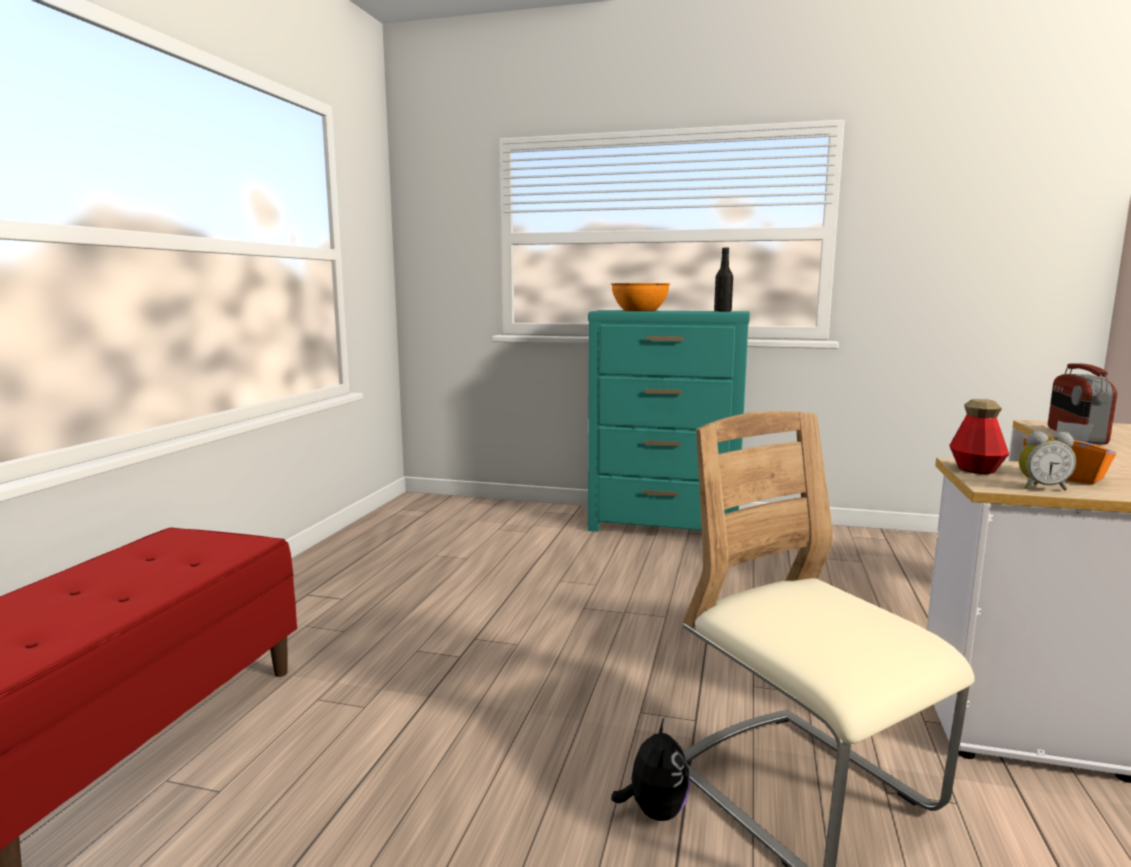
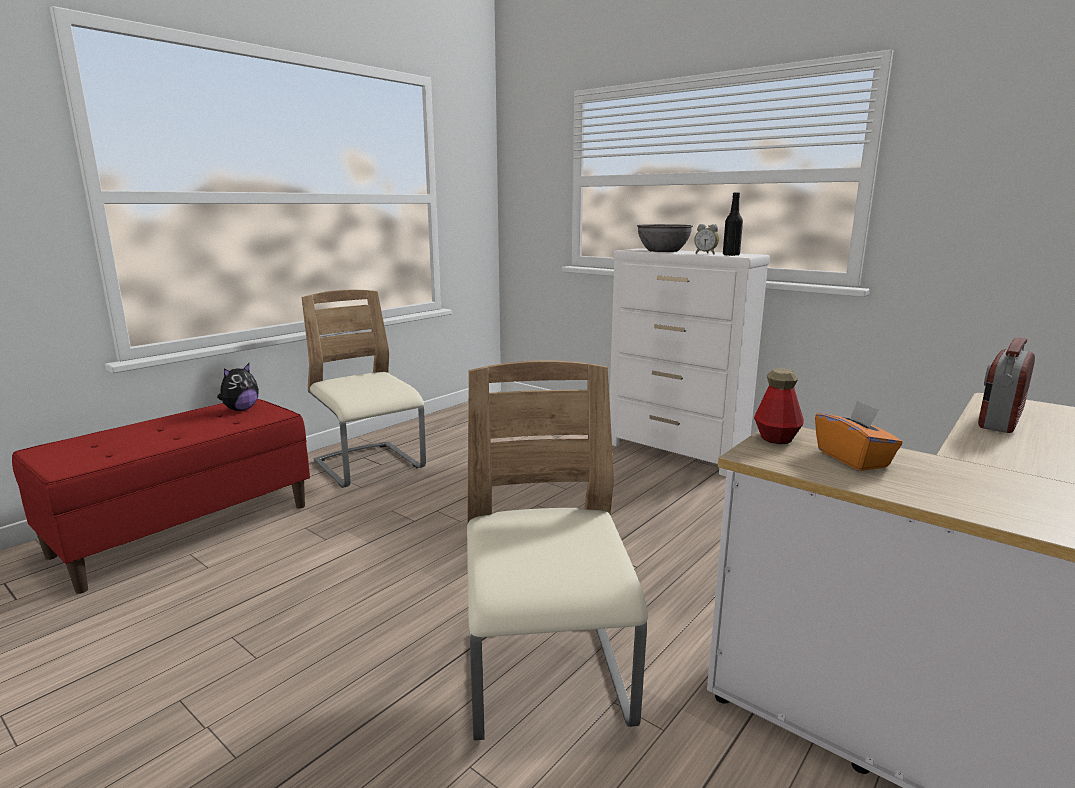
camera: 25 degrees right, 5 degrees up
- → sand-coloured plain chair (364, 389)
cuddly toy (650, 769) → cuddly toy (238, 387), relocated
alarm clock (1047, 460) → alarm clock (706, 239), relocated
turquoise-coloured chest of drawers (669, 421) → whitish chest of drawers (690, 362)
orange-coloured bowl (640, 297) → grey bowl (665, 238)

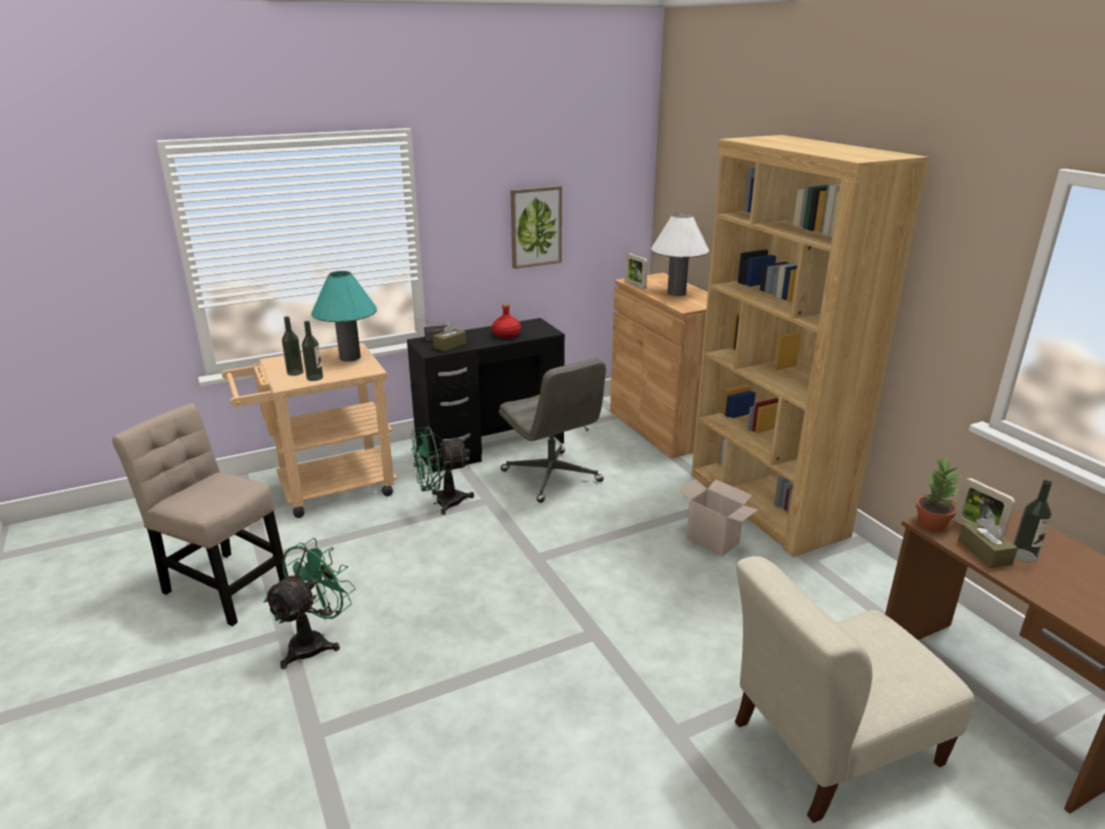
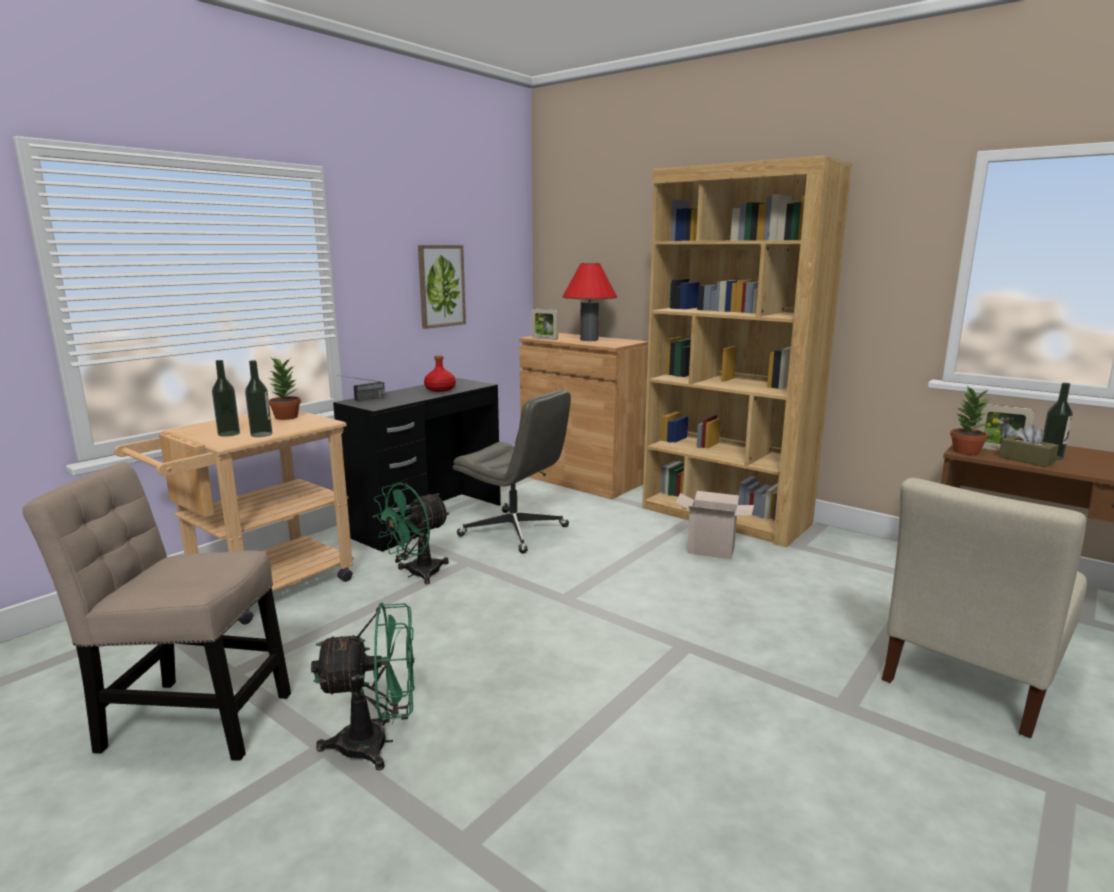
camera: 25 degrees left, 10 degrees down
brownish tissue holder (449, 336) → -
turquoise-coloured tabletop lamp (344, 316) → potted plant (285, 389)
whitish tabletop lamp (680, 254) → reddish tabletop lamp (589, 302)
green cooling fan (309, 603) → green cooling fan (363, 687), 75 degrees clockwise

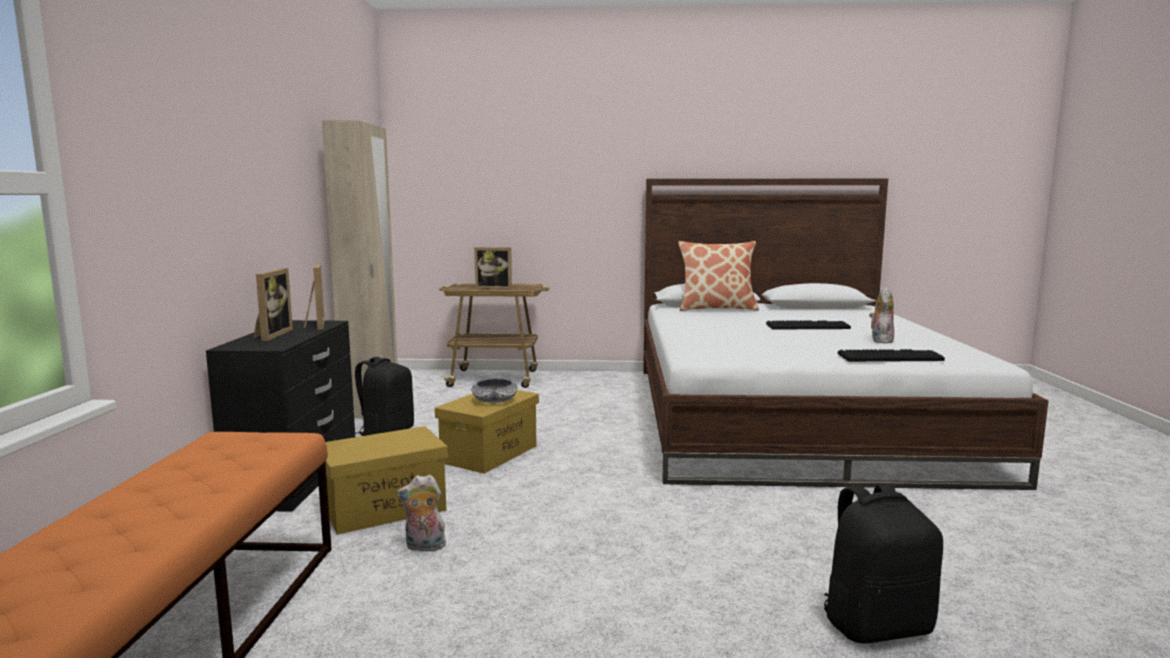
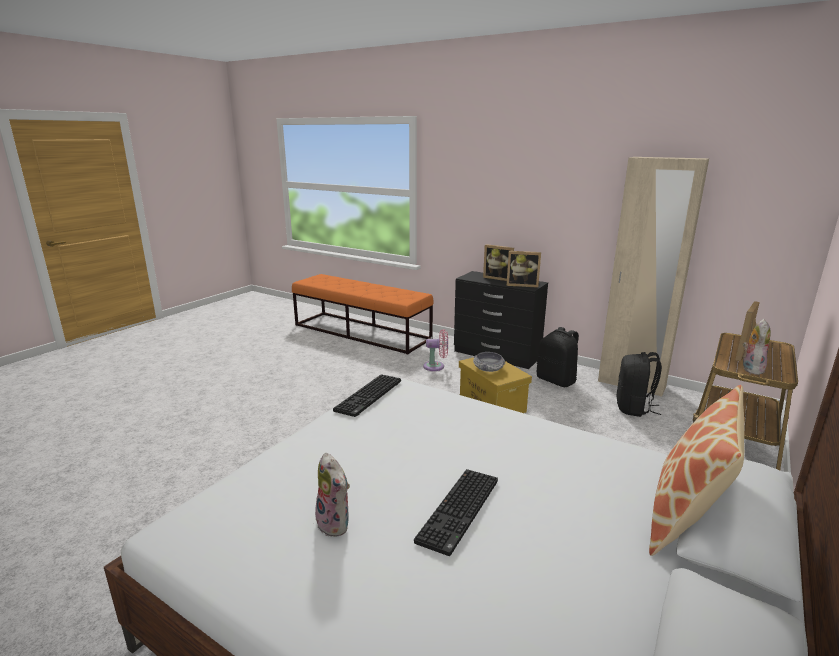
camera: 120 degrees right, 10 degrees up
cuddly toy (421, 513) → cuddly toy (756, 347), relocated
black rucksack (883, 563) → black rucksack (639, 384), relocated
computer keyboard (891, 355) → computer keyboard (367, 395), relocated
yellowish storage box (386, 480) → pink-coloured cooling fan (435, 350)

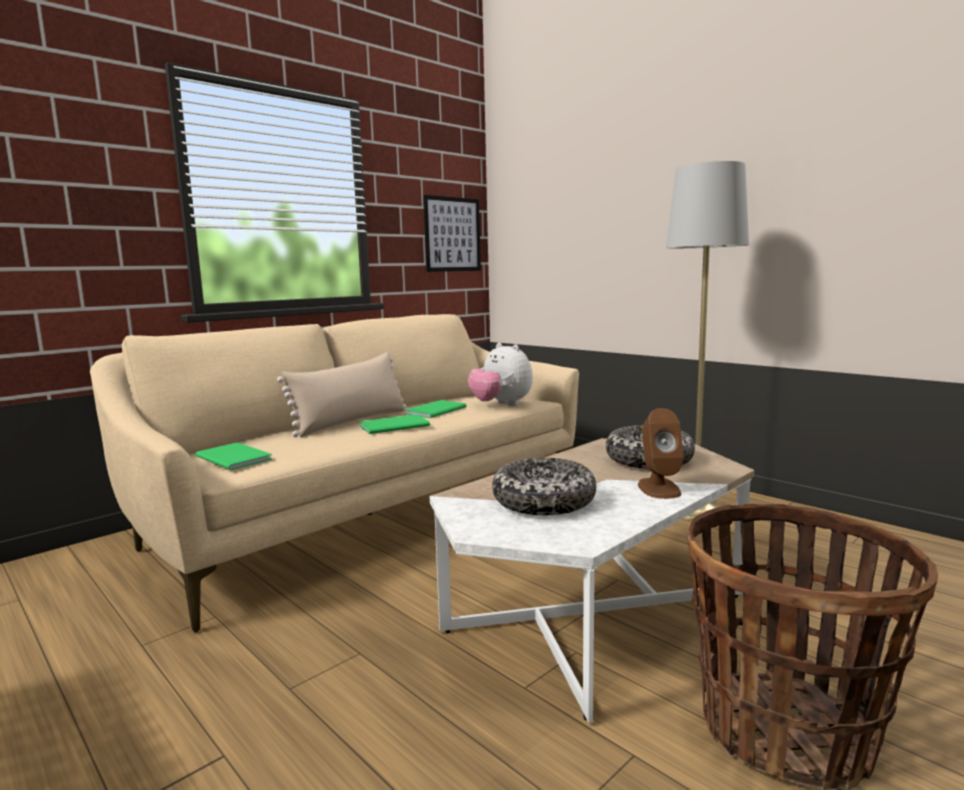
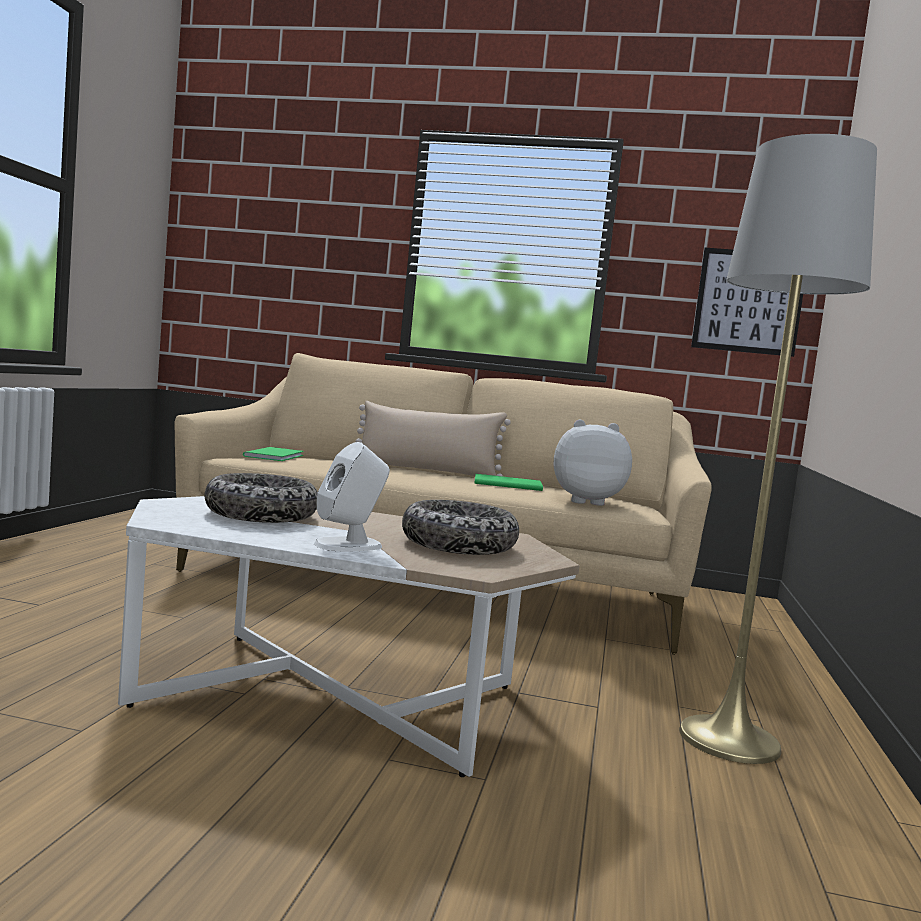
camera: 55 degrees right, 5 degrees down
green volume (395, 424) → -
basket (813, 647) → -
brownish audio speaker (661, 453) → whitish audio speaker (352, 496)
cuddly toy (500, 374) → cuddly toy (593, 462), 75 degrees clockwise

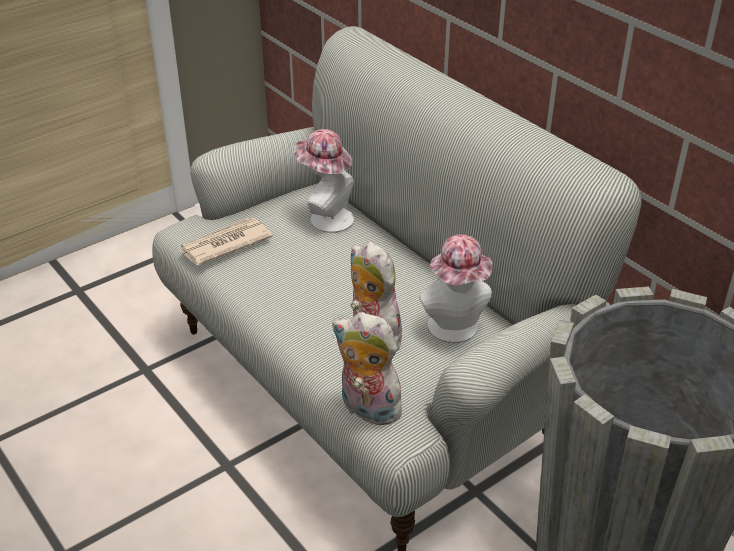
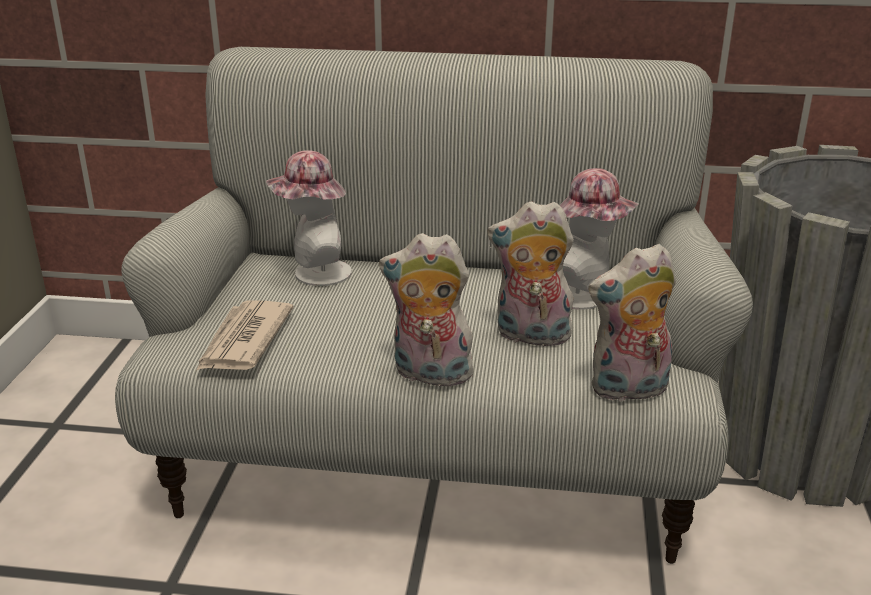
camera: 45 degrees left, 10 degrees down
- → cuddly toy (429, 309)

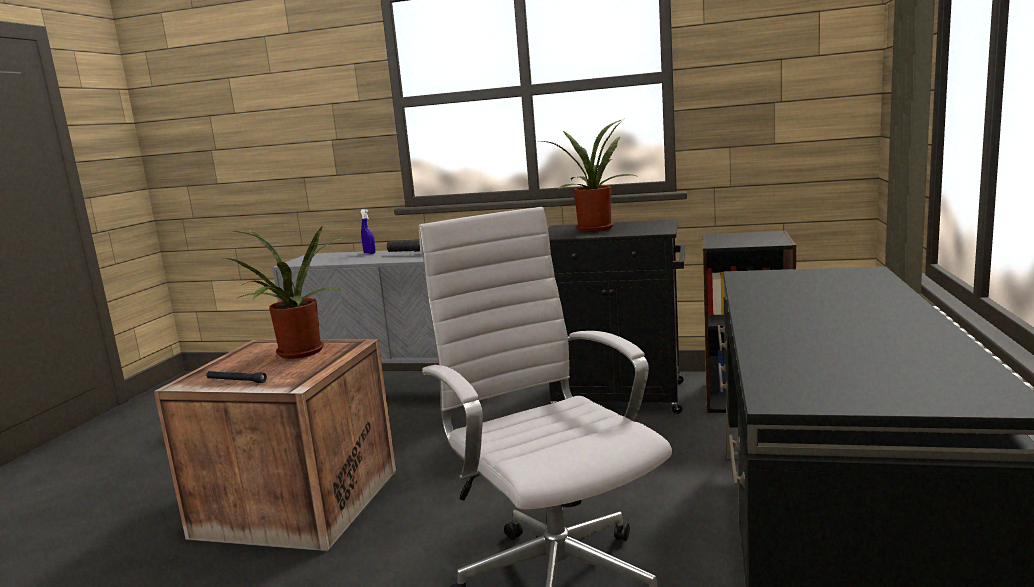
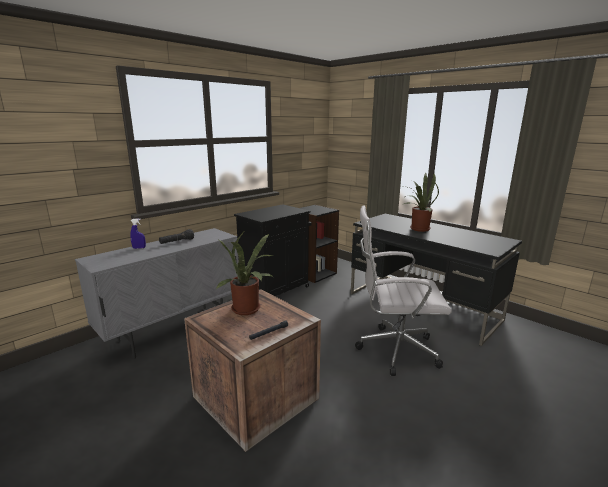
camera: 60 degrees left, 5 degrees up
potted plant (589, 176) → potted plant (421, 202), relocated

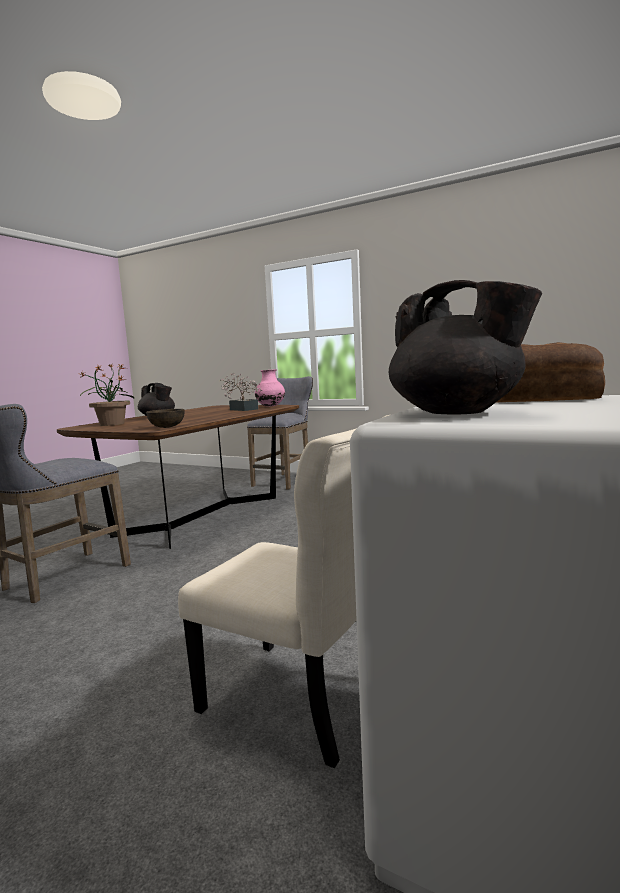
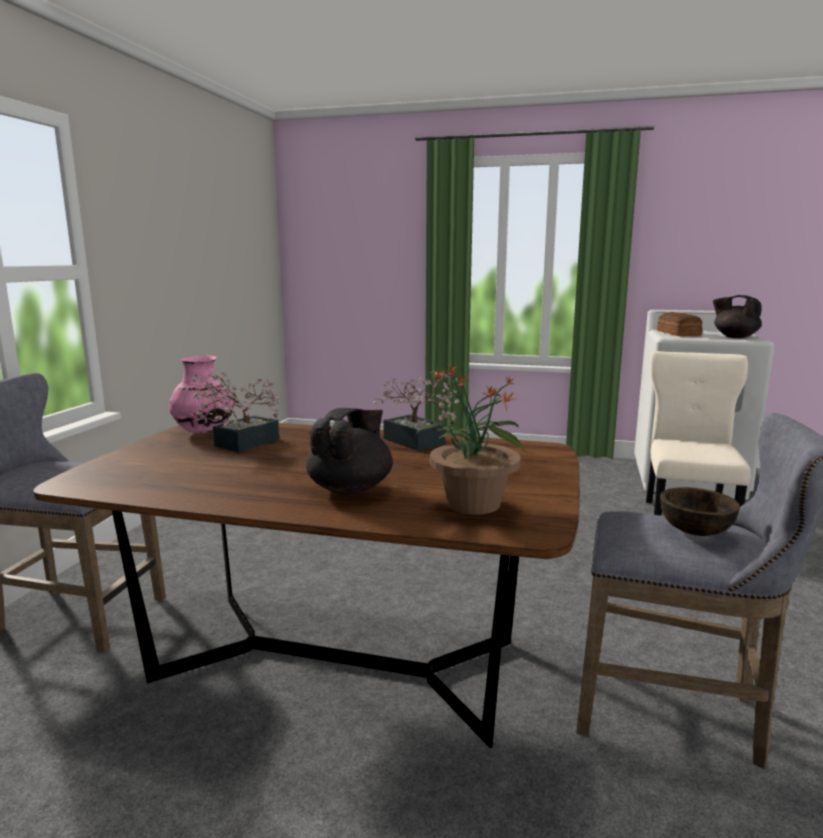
camera: 105 degrees left, 5 degrees up
- → potted plant (416, 411)
brownish bowl (165, 418) → brownish bowl (700, 511), relocated
black tea pot (465, 347) → black tea pot (737, 316), 75 degrees counterclockwise

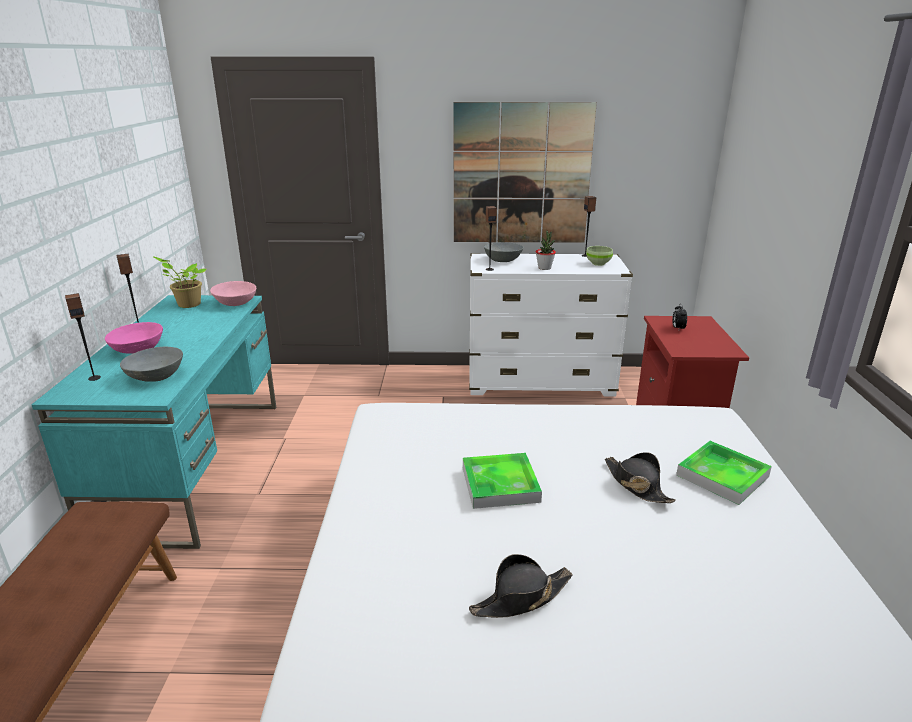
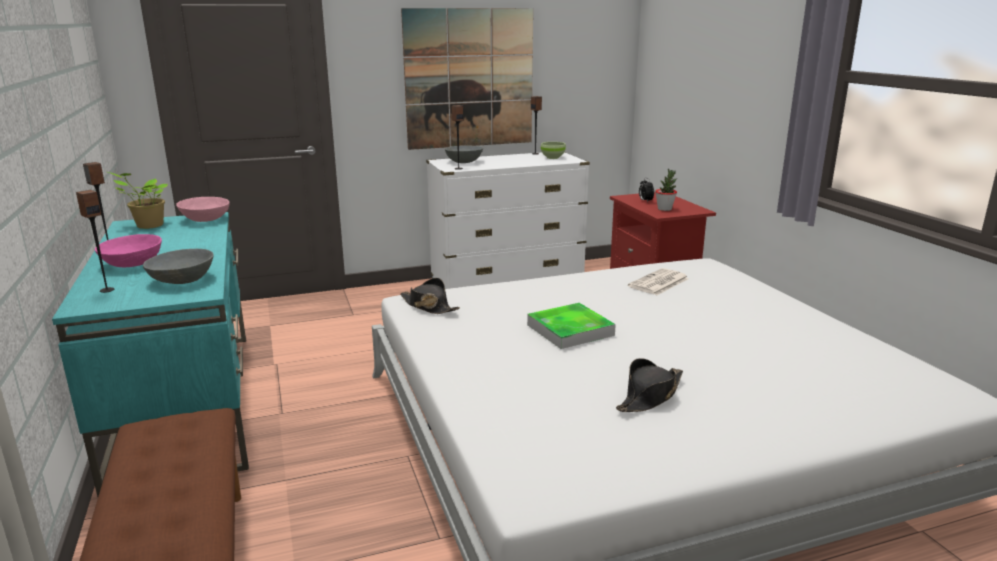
camera: 20 degrees left, 5 degrees down
serving tray (724, 473) → -
- → daily paper (658, 281)
potted plant (546, 250) → potted plant (666, 190), relocated
black wearable hat (640, 477) → black wearable hat (430, 296), relocated

